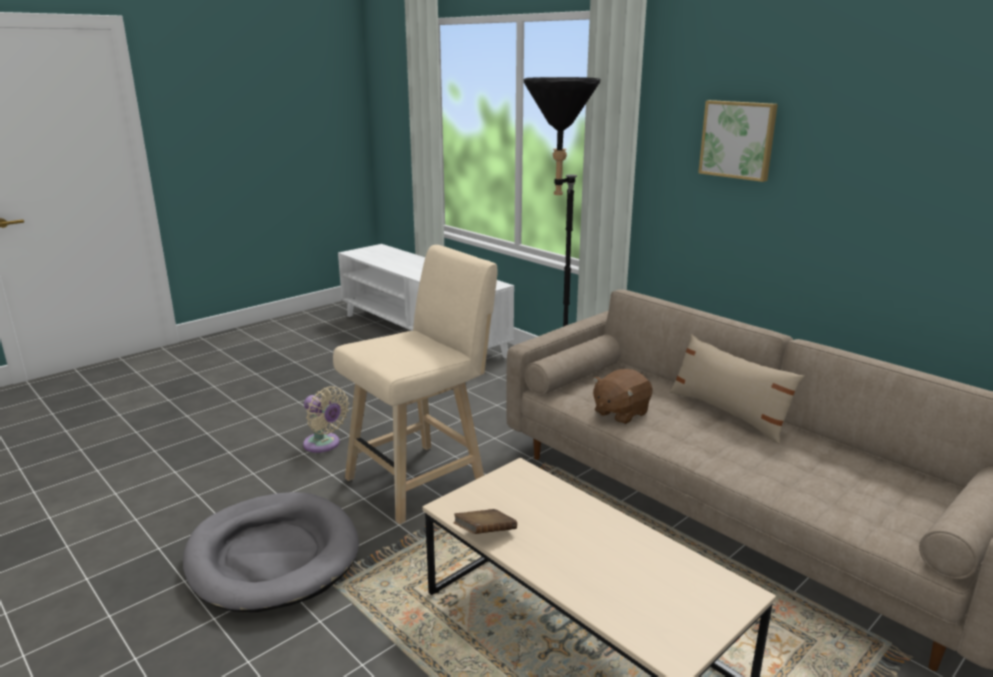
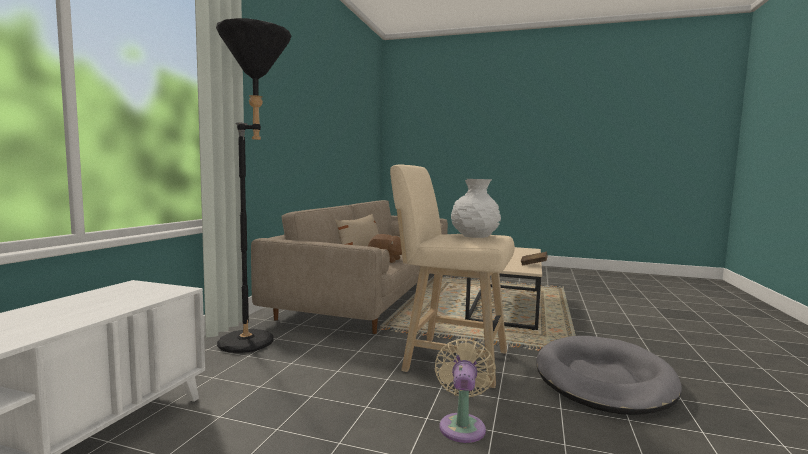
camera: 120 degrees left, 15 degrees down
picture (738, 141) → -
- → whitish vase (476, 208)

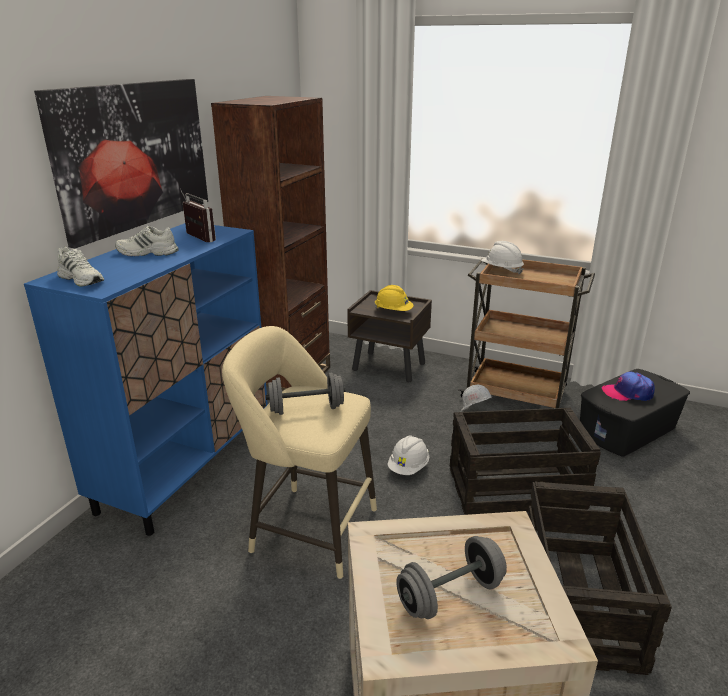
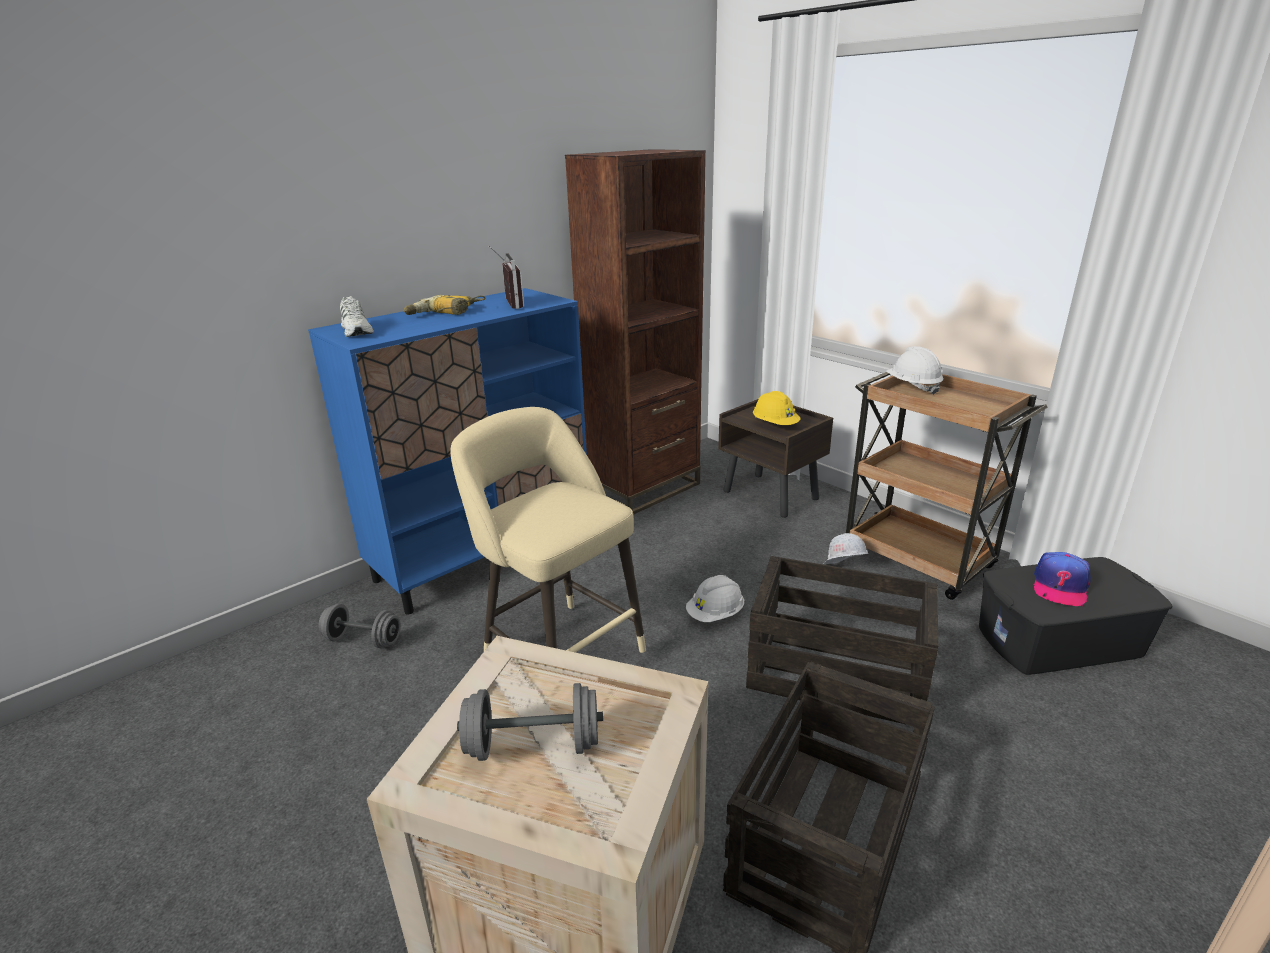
camera: 25 degrees right, 0 degrees up
picture (121, 163) → -
grey dumbbell (305, 394) → grey dumbbell (359, 626), relocated
whitish item of footwear (147, 241) → electric drill (445, 305)
baseball cap (628, 386) → baseball cap (1062, 579), 90 degrees counterclockwise

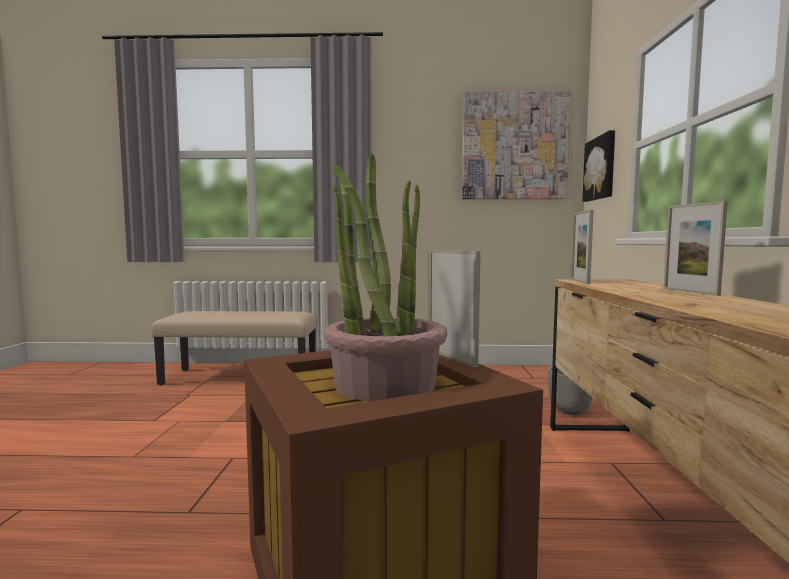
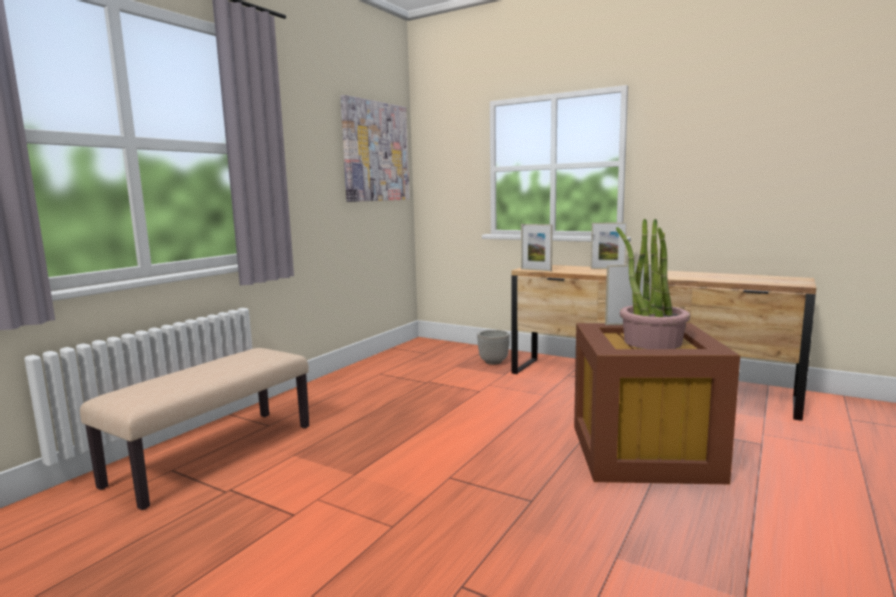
camera: 60 degrees left, 5 degrees up
picture (598, 166) → -

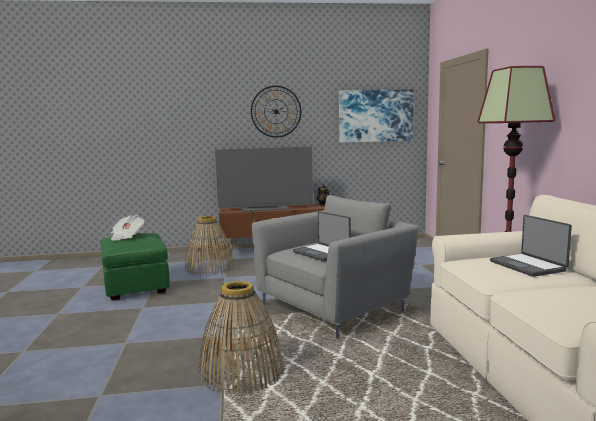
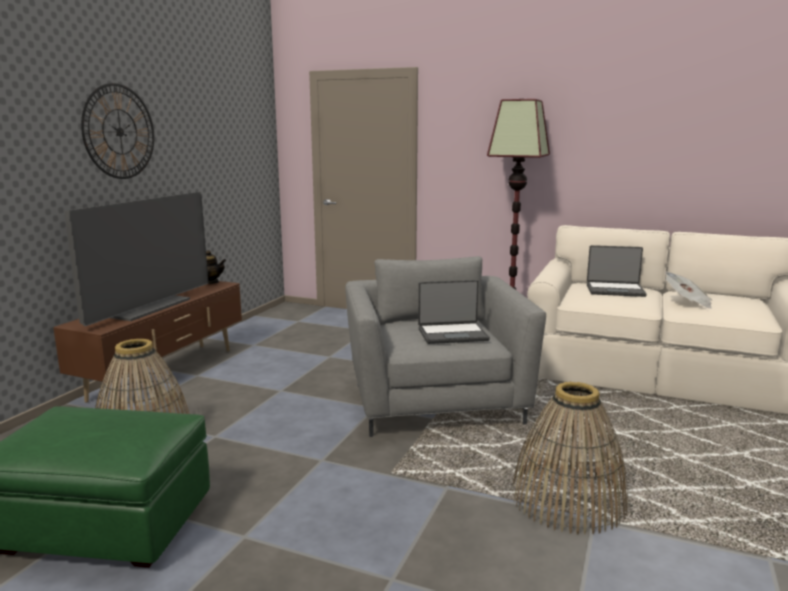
camera: 60 degrees left, 5 degrees up
picture (376, 116) → -
daily paper (127, 228) → daily paper (688, 290), relocated

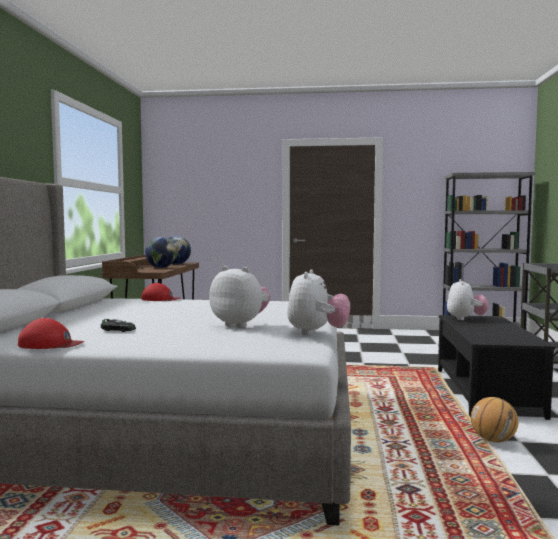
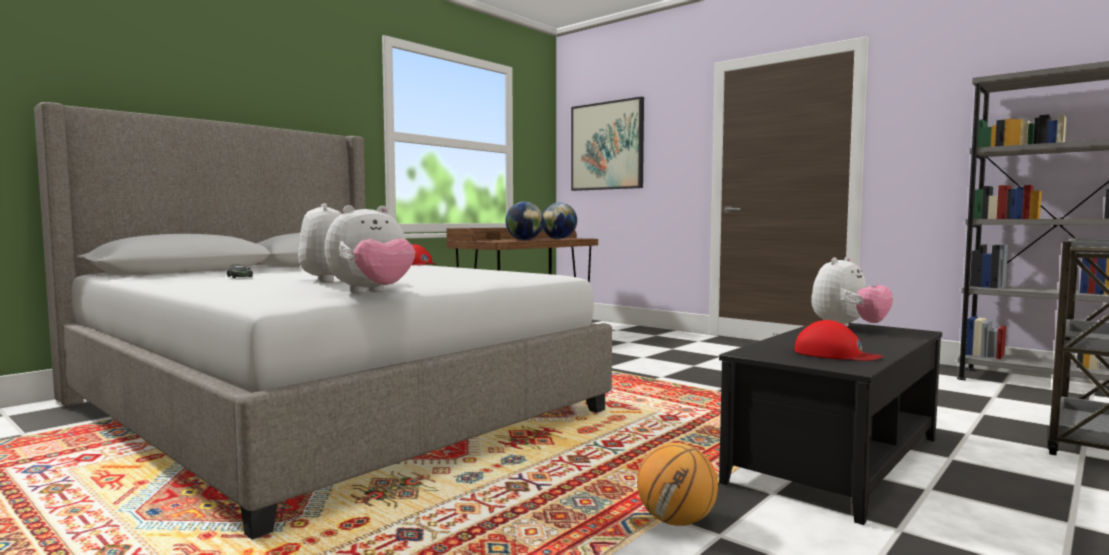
camera: 35 degrees right, 0 degrees up
- → picture (607, 144)
reddish baseball cap (51, 333) → reddish baseball cap (838, 340), relocated

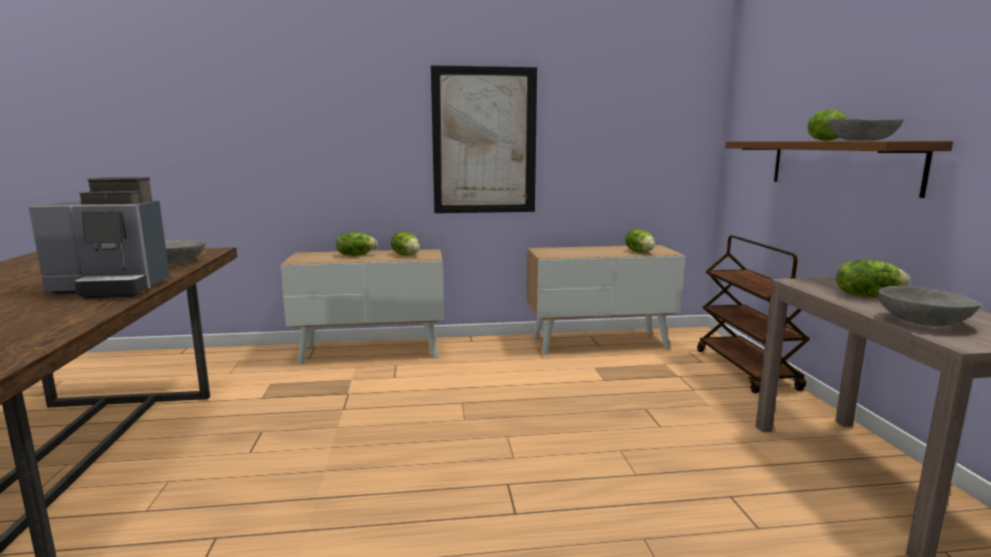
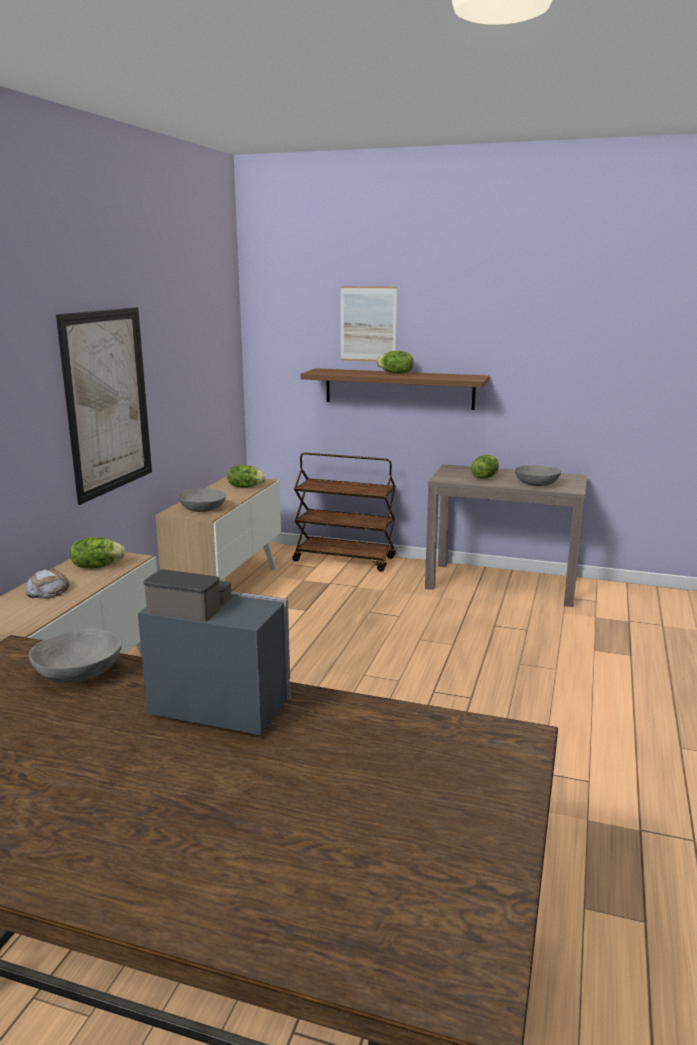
camera: 65 degrees left, 5 degrees up
- → picture (369, 323)
grey bowl (866, 130) → grey bowl (201, 500), relocated
lettuce (357, 244) → baked bread (47, 583)
coffee machine (99, 237) → coffee machine (214, 652), 90 degrees counterclockwise

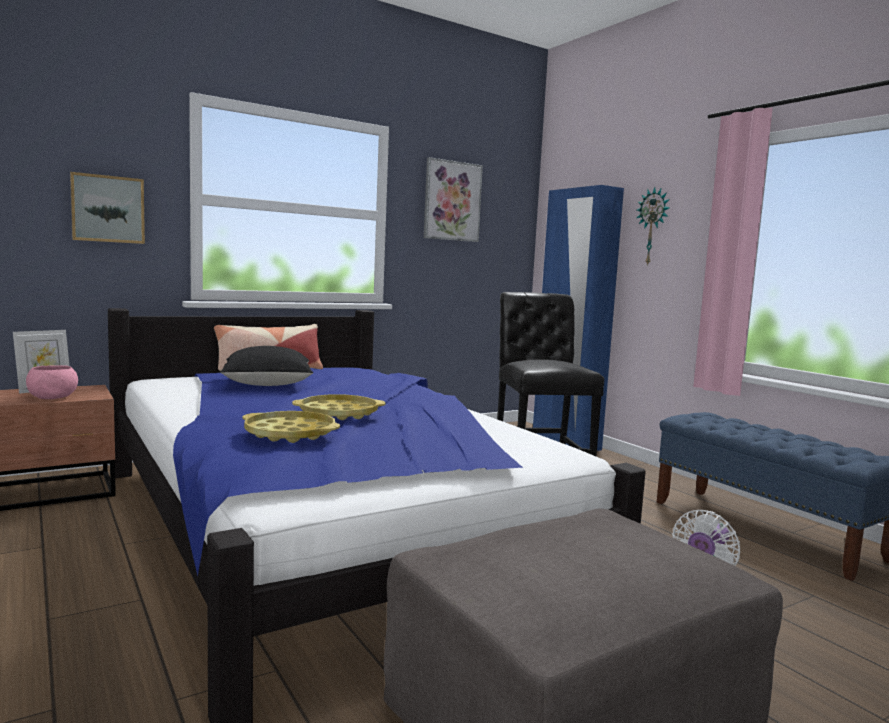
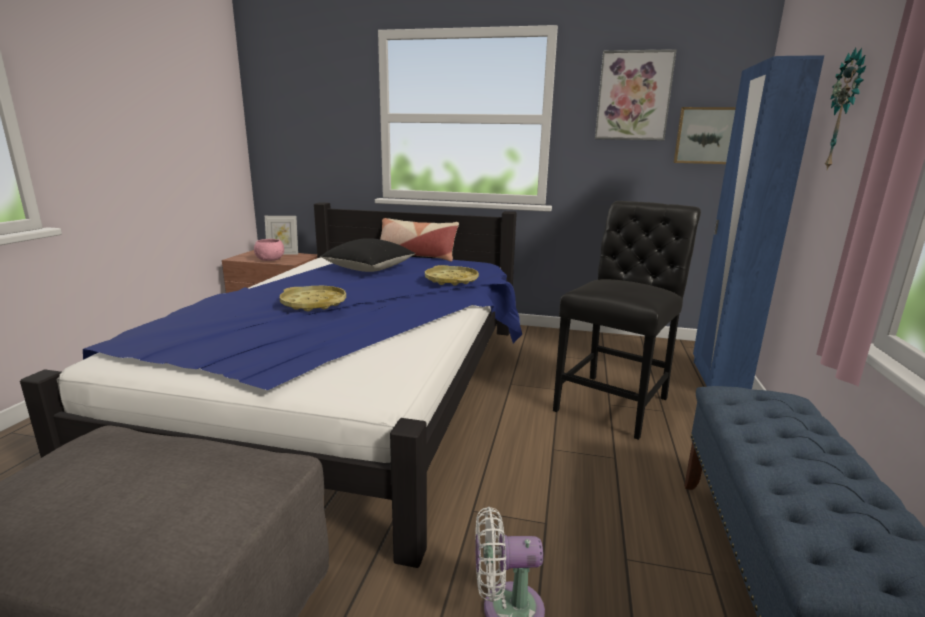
camera: 45 degrees right, 10 degrees up
picture (107, 208) → picture (704, 135), relocated
yellowish serving tray (291, 427) → yellowish serving tray (452, 275), relocated

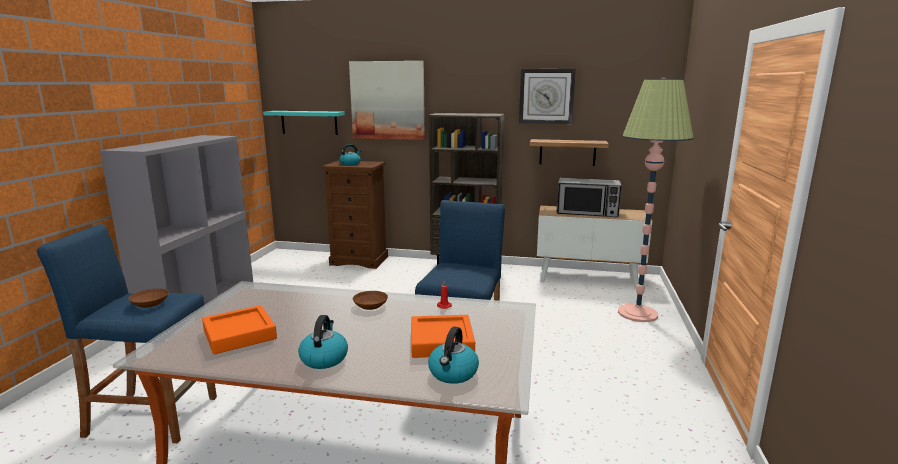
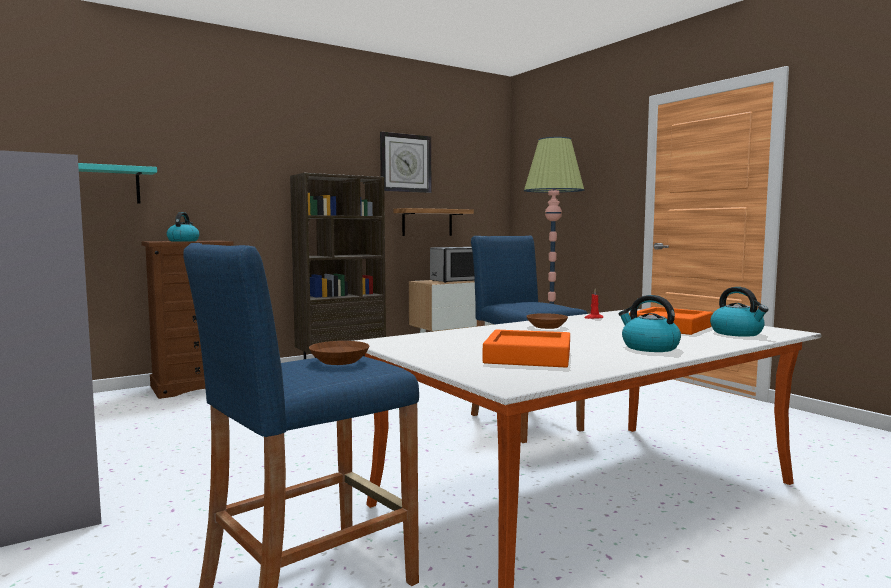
camera: 45 degrees left, 10 degrees down
picture (387, 100) → -

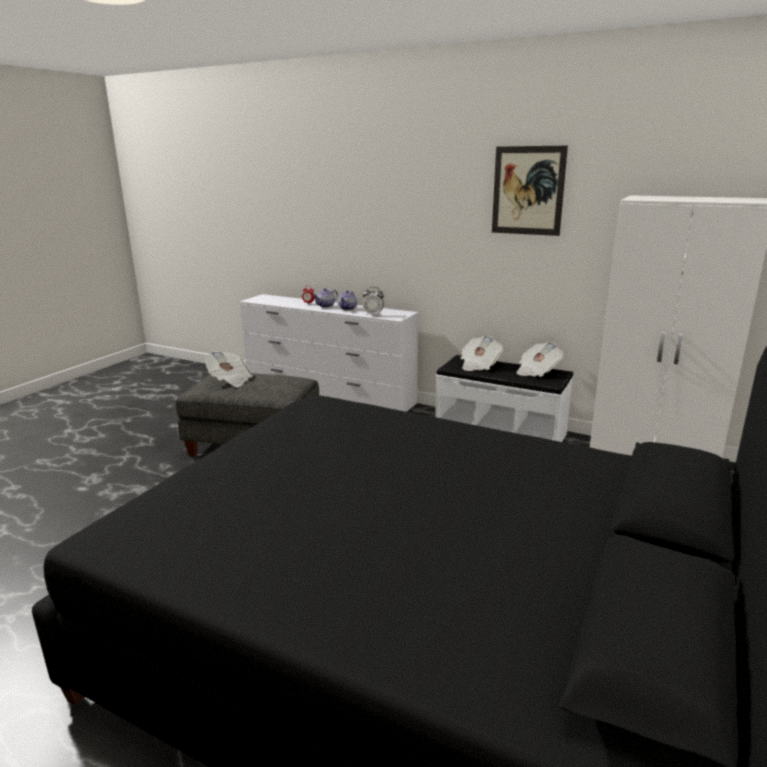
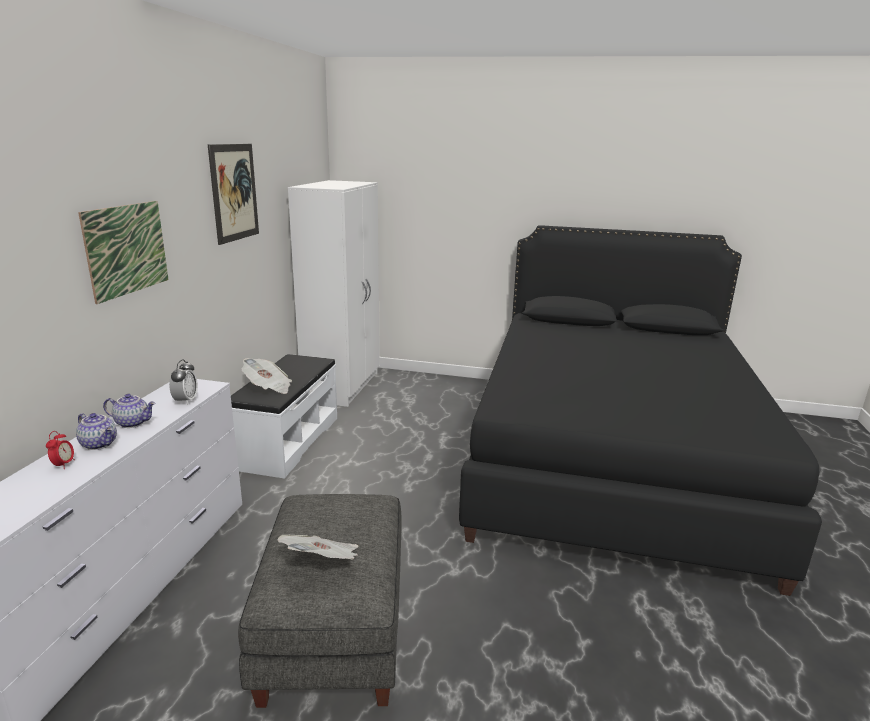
camera: 105 degrees left, 0 degrees up
daily paper (539, 359) → -
- → picture (123, 252)

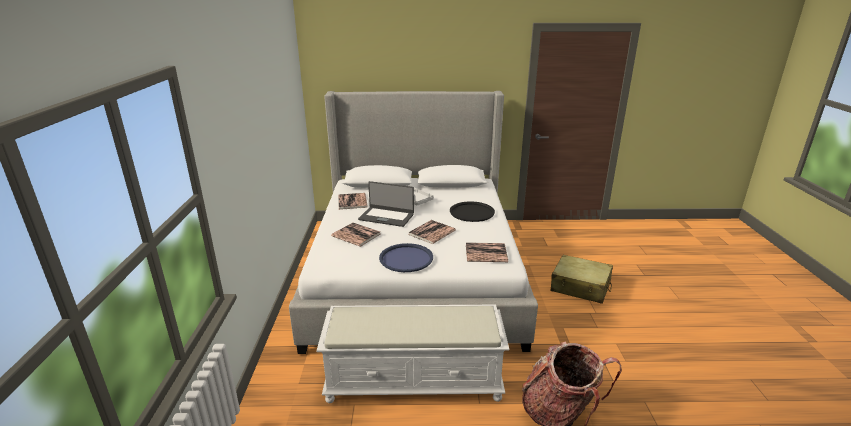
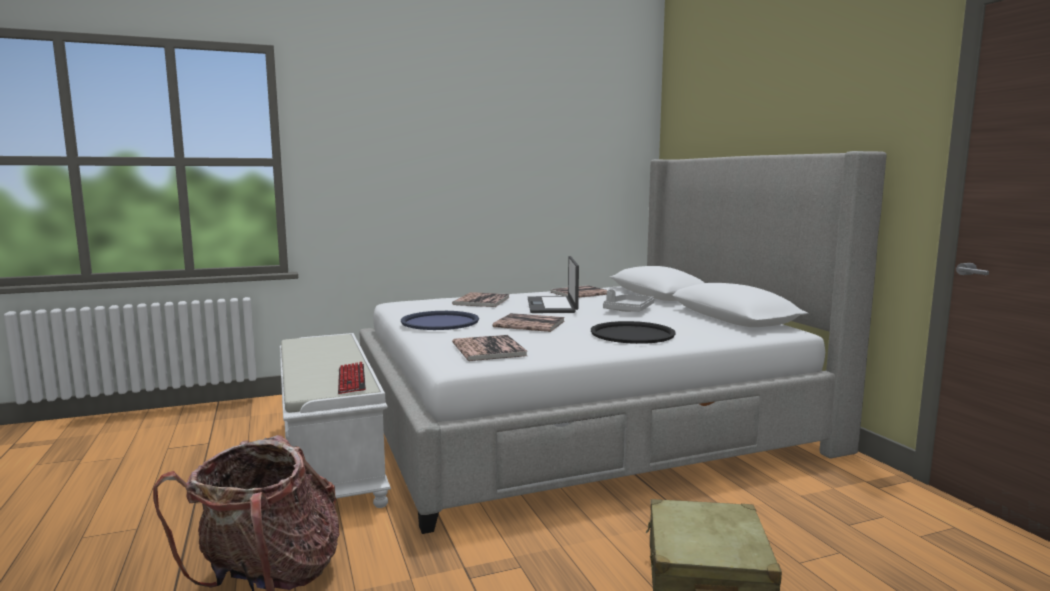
camera: 70 degrees right, 15 degrees down
- → computer keyboard (352, 378)

